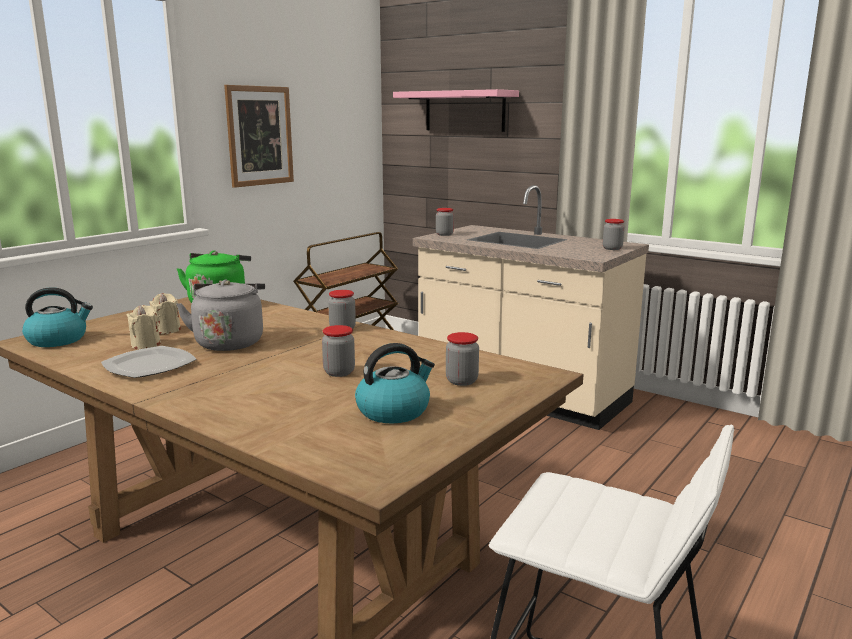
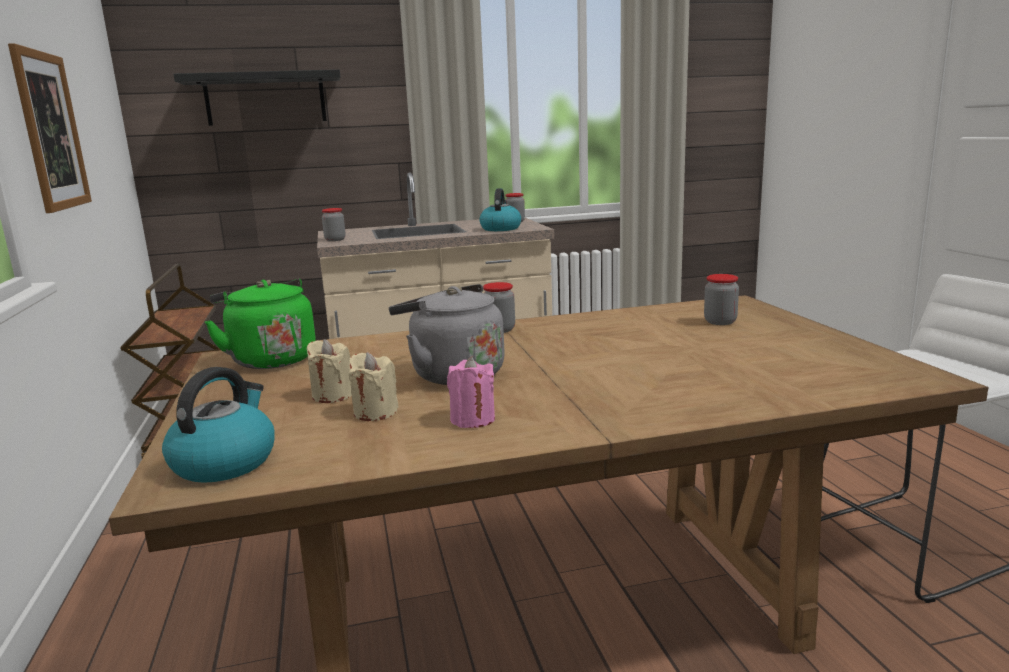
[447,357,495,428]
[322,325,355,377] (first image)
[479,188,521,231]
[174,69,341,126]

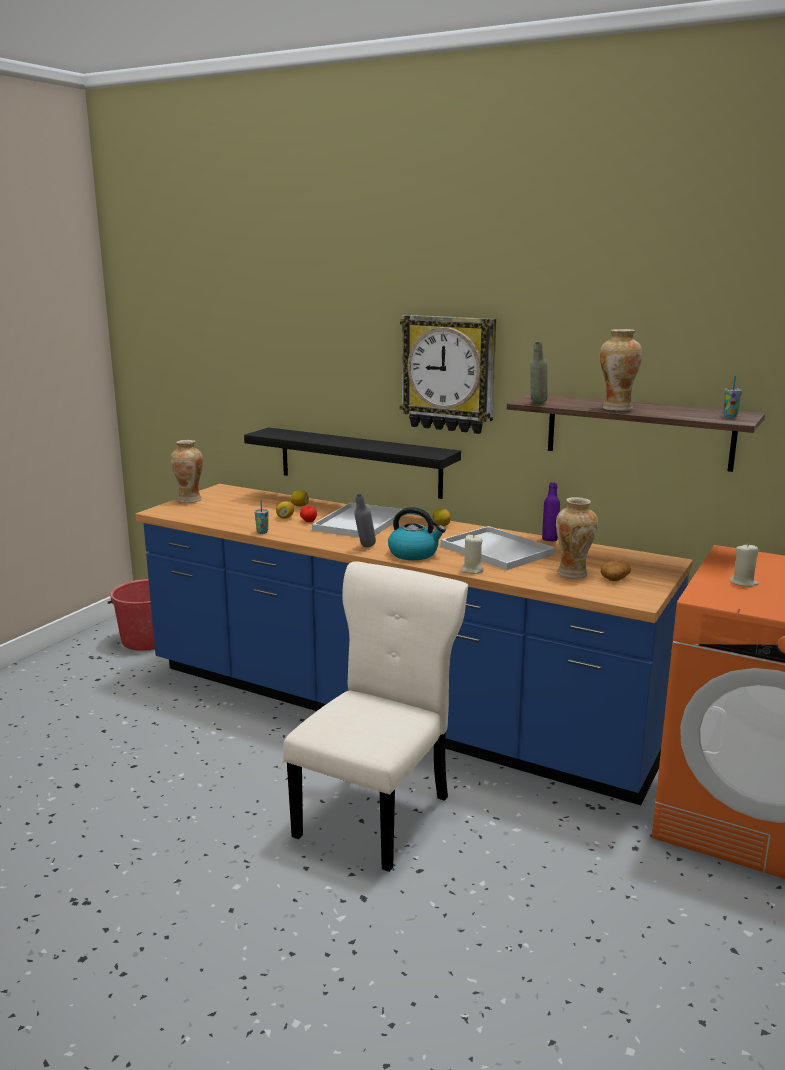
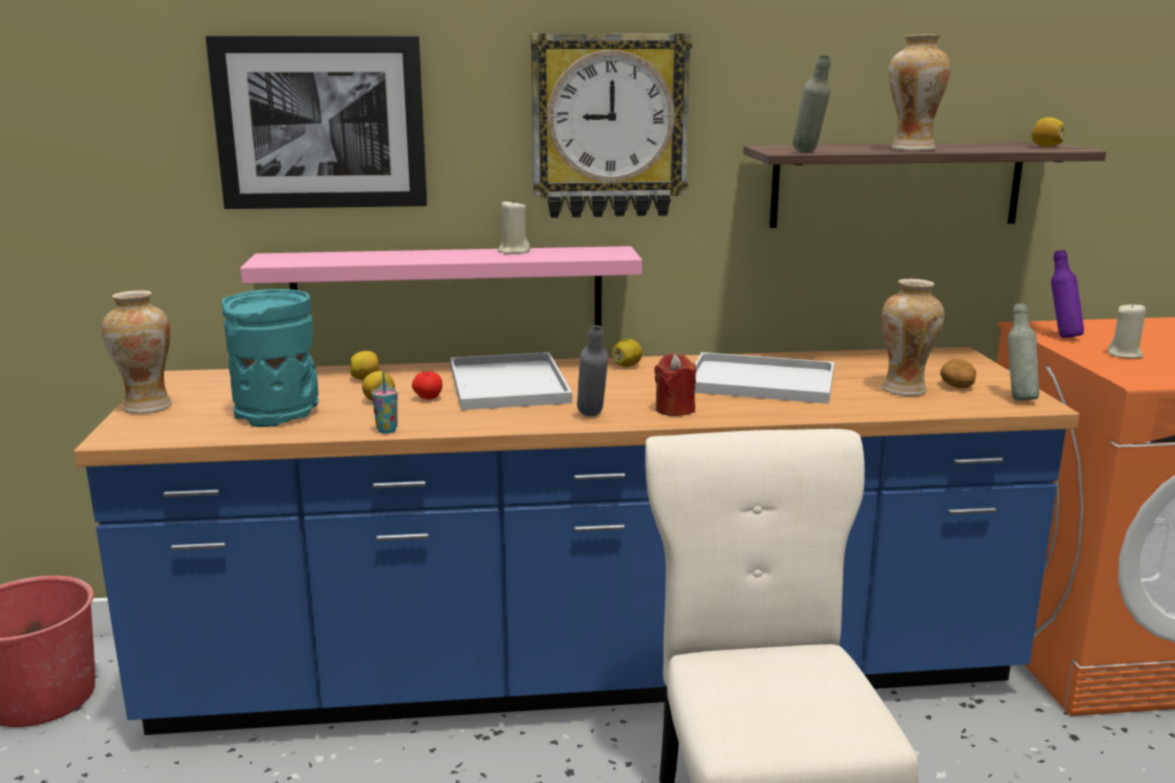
[240,246,642,326]
[654,353,696,416]
[498,199,530,255]
[1051,250,1084,338]
[1032,117,1066,147]
[205,36,427,209]
[222,289,319,427]
[1008,304,1039,400]

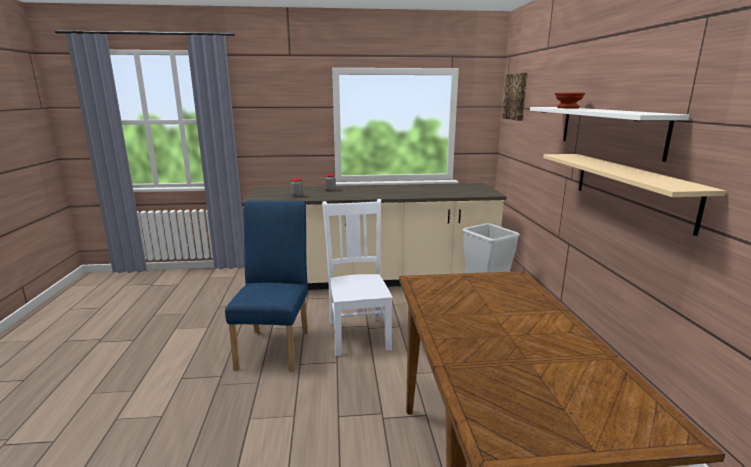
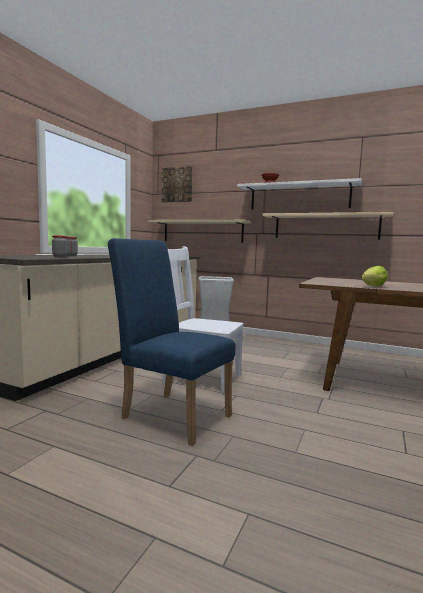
[148,220,252,243]
[361,266,388,286]

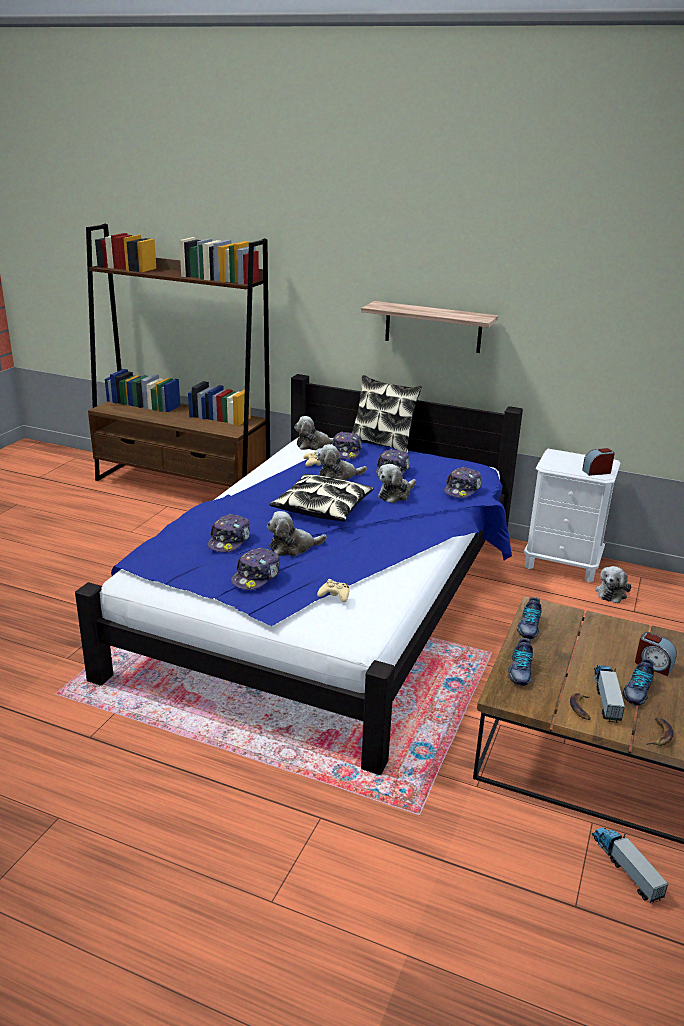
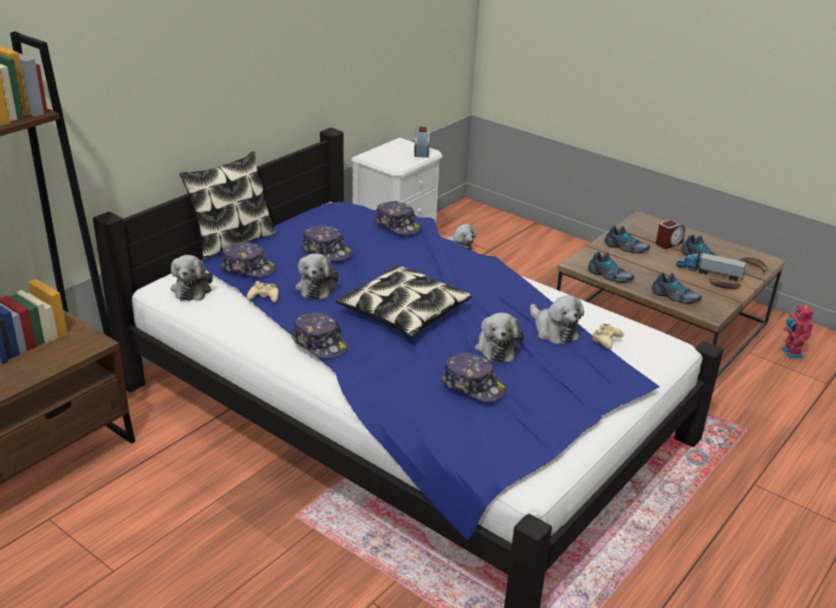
[291,312,348,359]
[361,301,498,353] (first image)
[530,295,584,344]
[782,303,814,358]
[604,225,650,254]

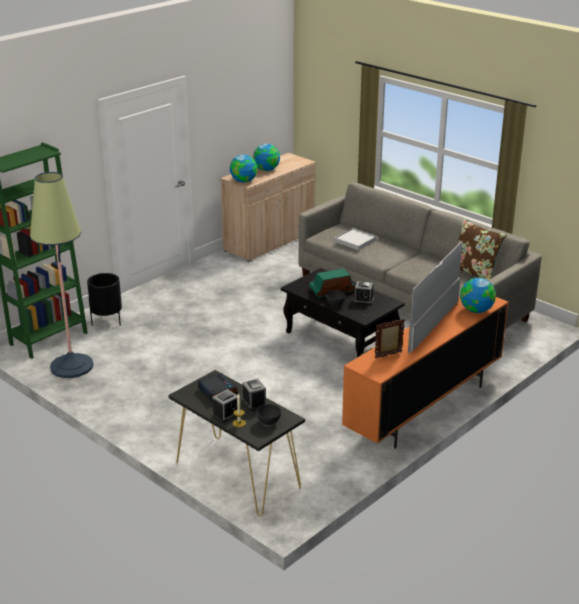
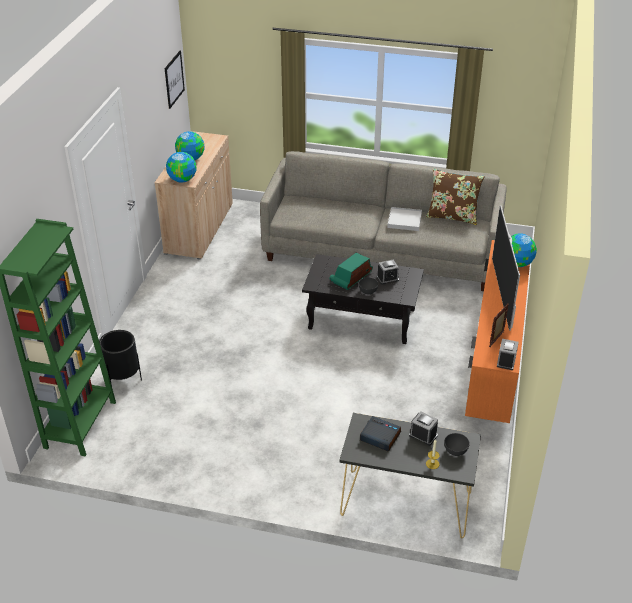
[30,172,94,378] (first image)
[497,339,519,370]
[387,207,422,231]
[165,50,185,109]

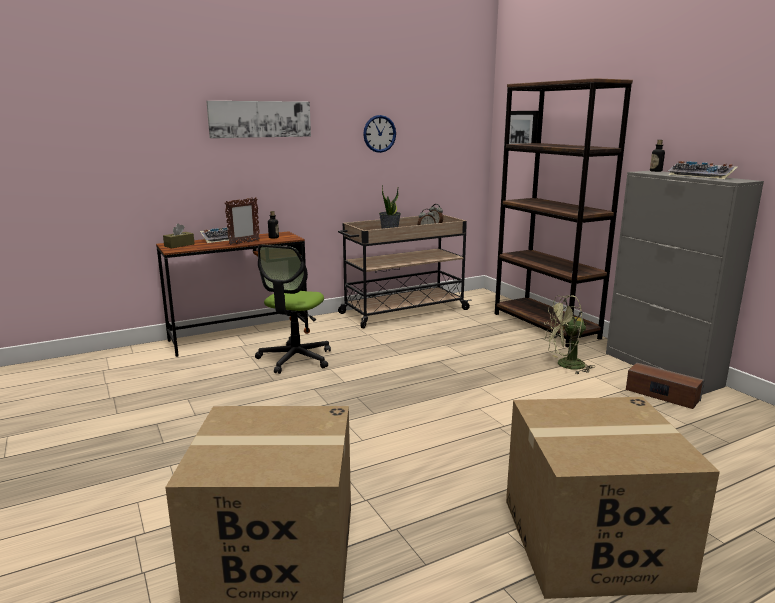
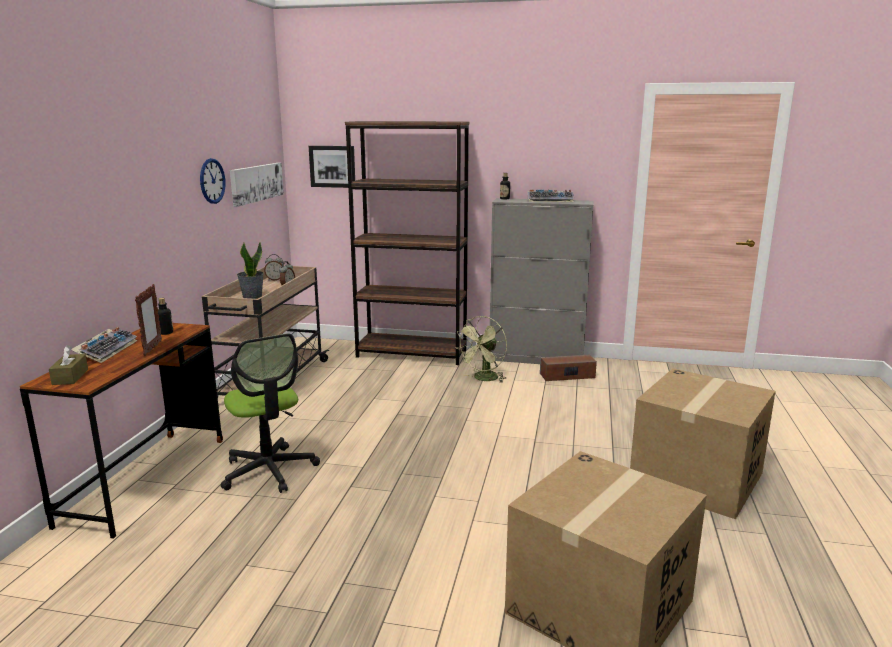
[230,163,284,207]

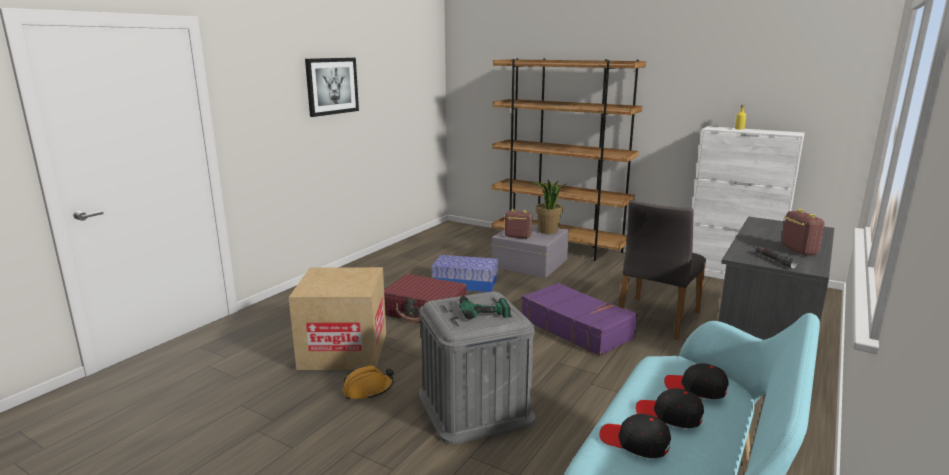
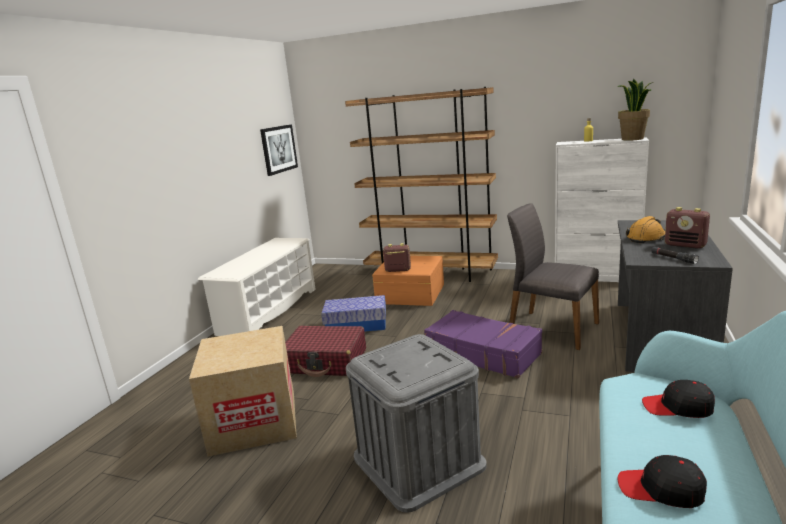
[260,124,298,176]
[626,216,665,243]
[459,294,511,320] (first image)
[372,256,444,306]
[617,79,653,141]
[507,203,599,350]
[636,388,704,428] (first image)
[665,207,710,249]
[198,238,316,336]

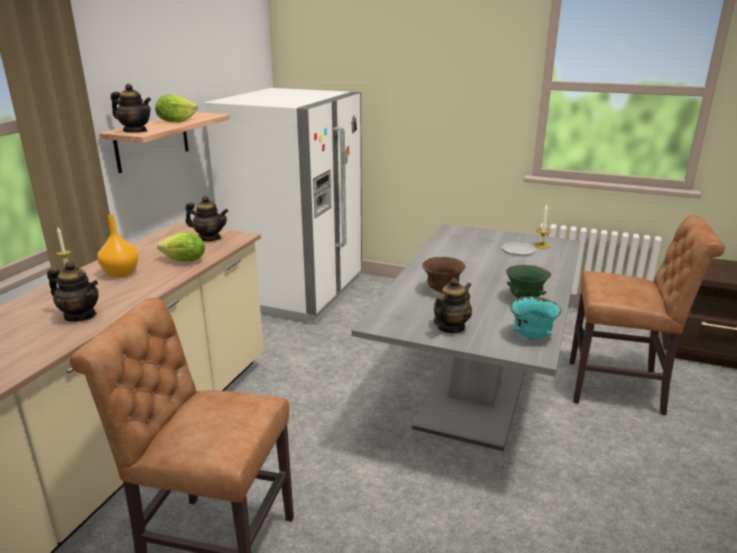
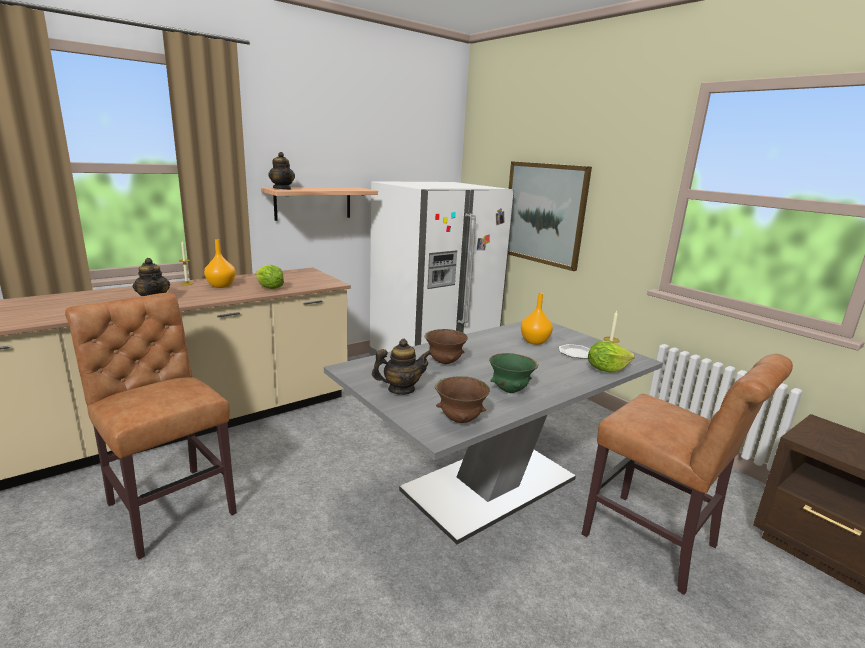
[588,341,635,373]
[186,196,229,241] (first image)
[435,376,490,423]
[508,161,592,271]
[521,293,553,345]

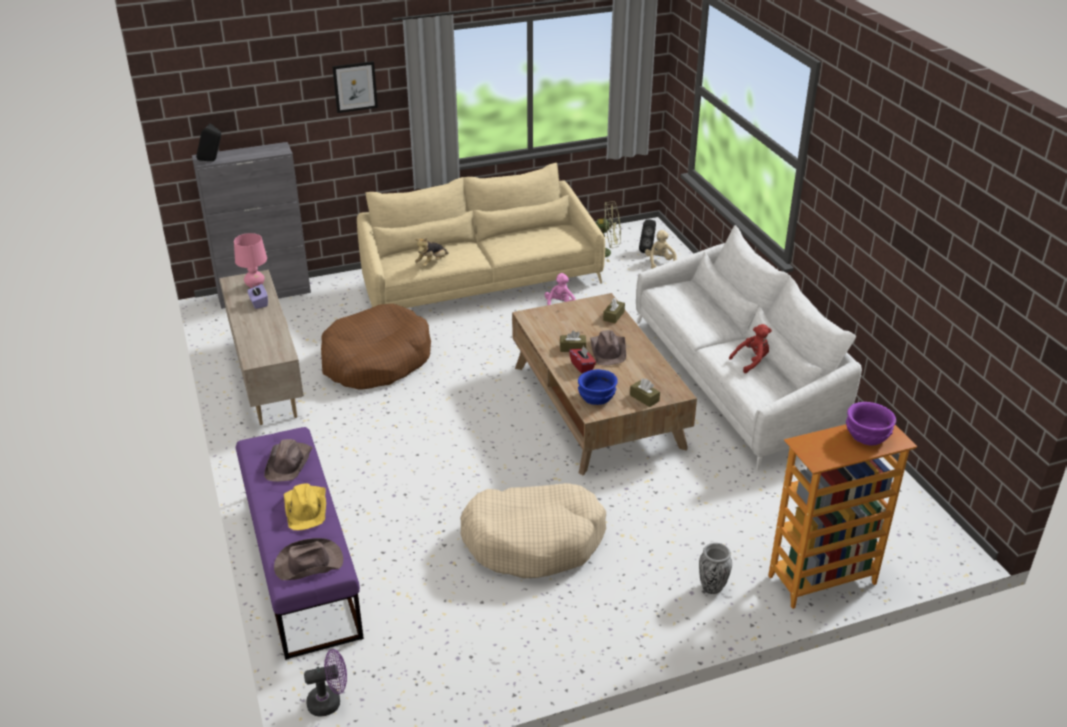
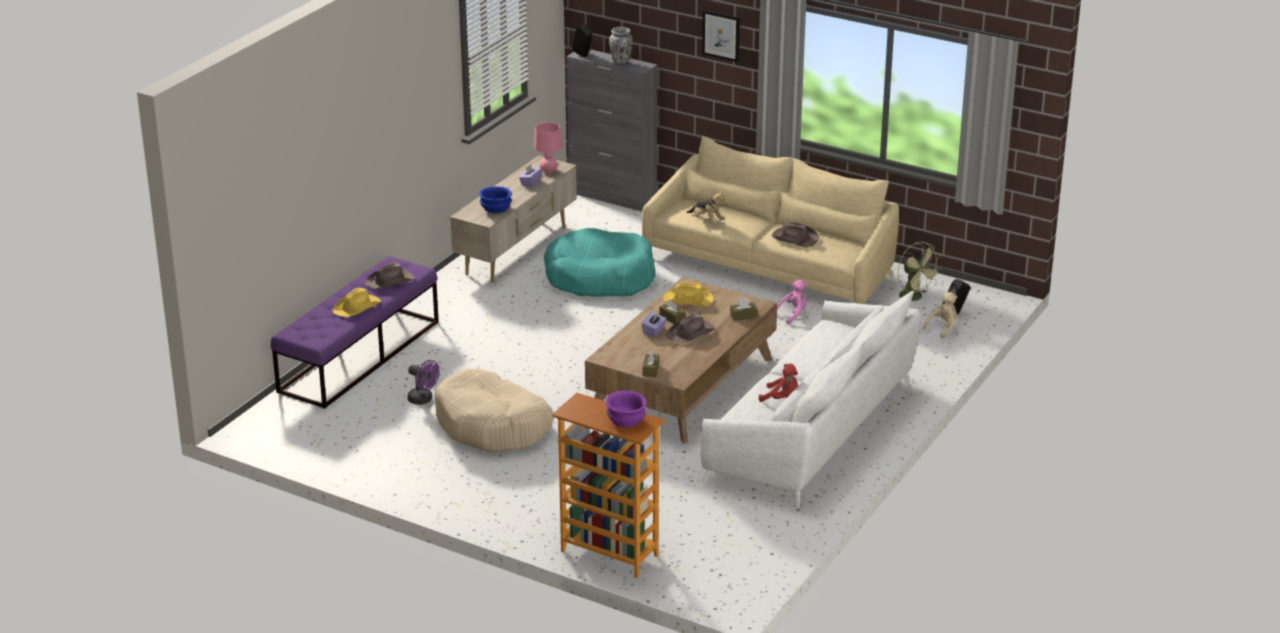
[772,221,819,248]
[407,360,440,405]
[544,228,655,297]
[686,190,728,223]
[642,312,666,337]
[479,186,512,213]
[609,27,633,66]
[663,283,714,306]

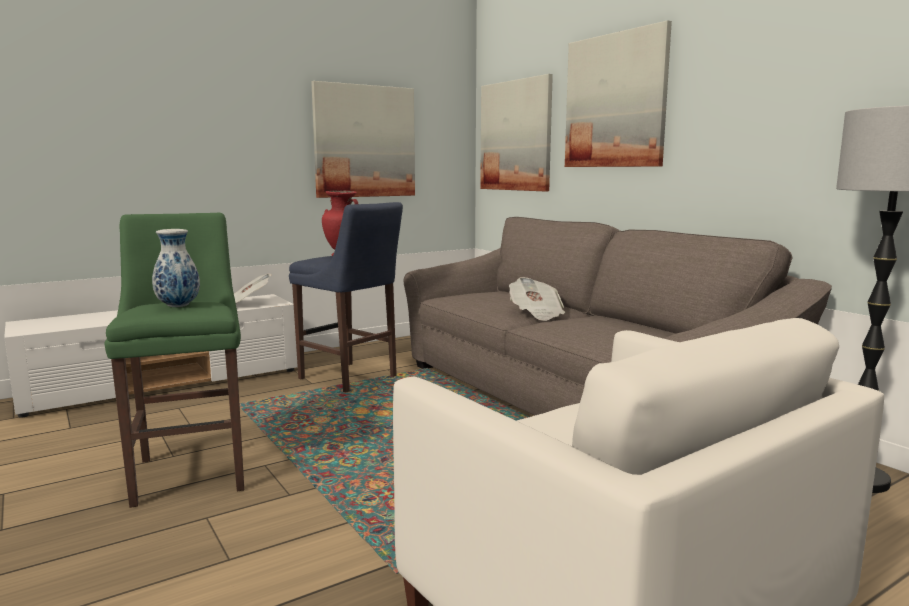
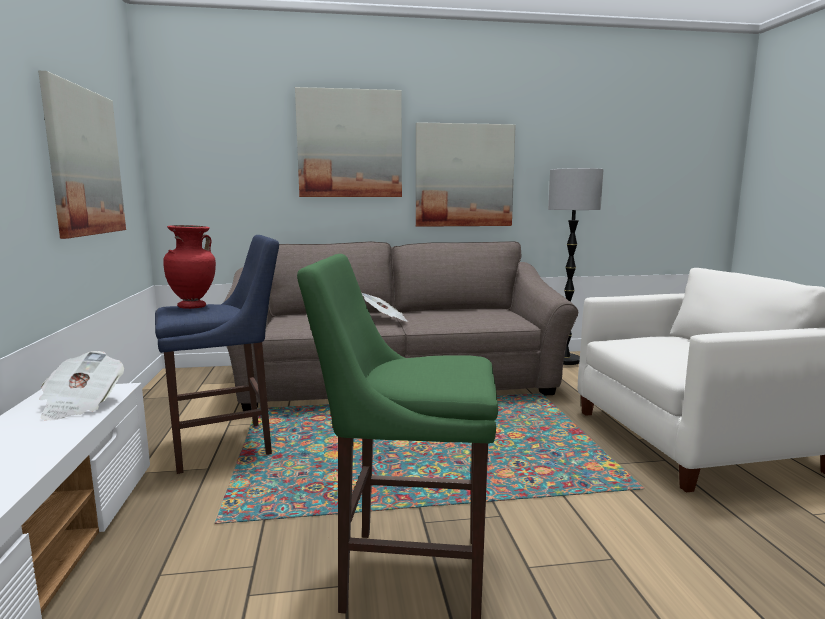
[152,229,200,307] (first image)
[416,122,516,227]

